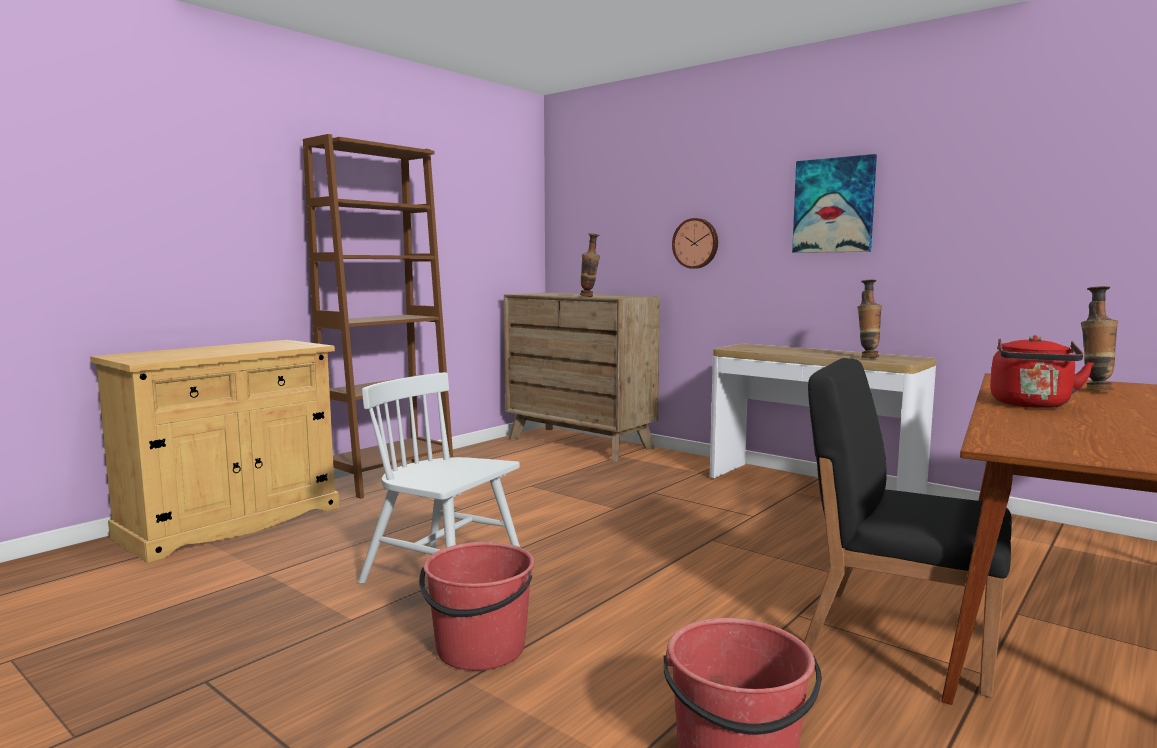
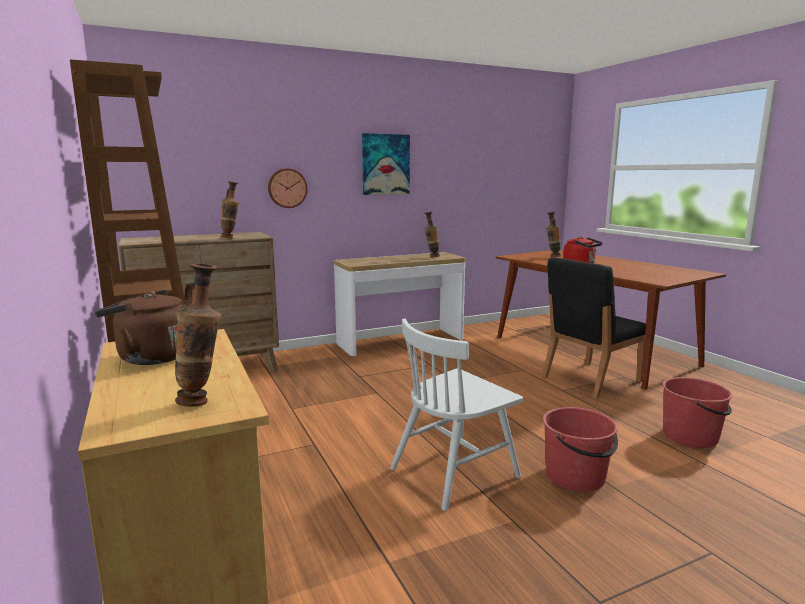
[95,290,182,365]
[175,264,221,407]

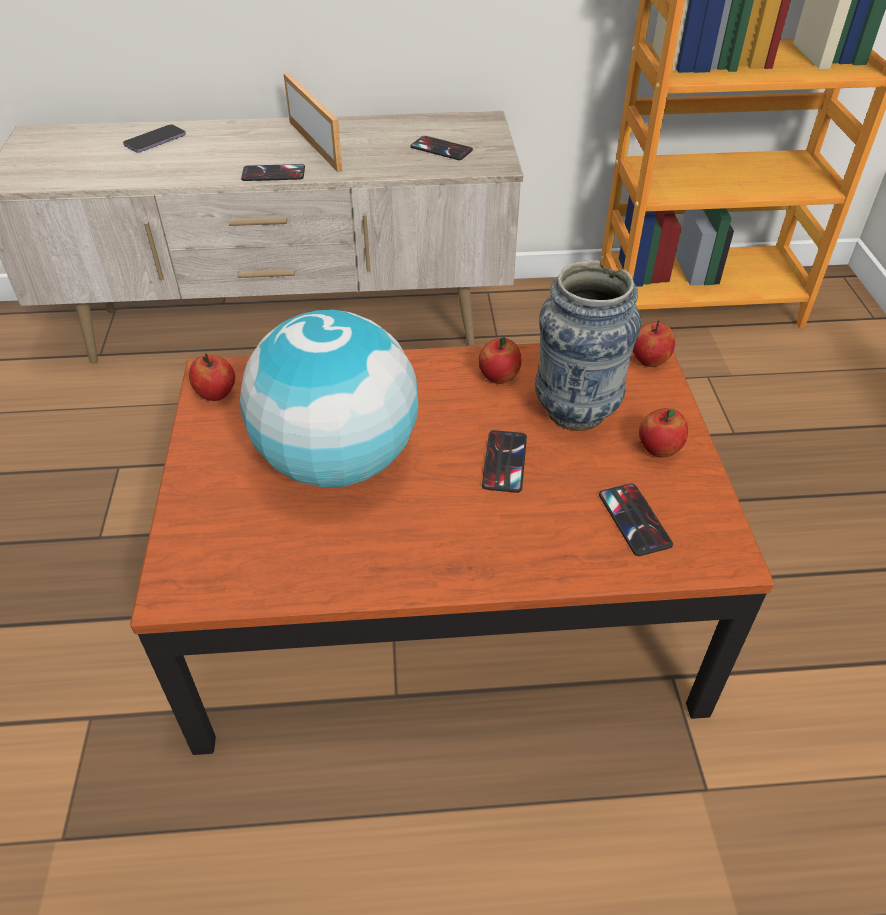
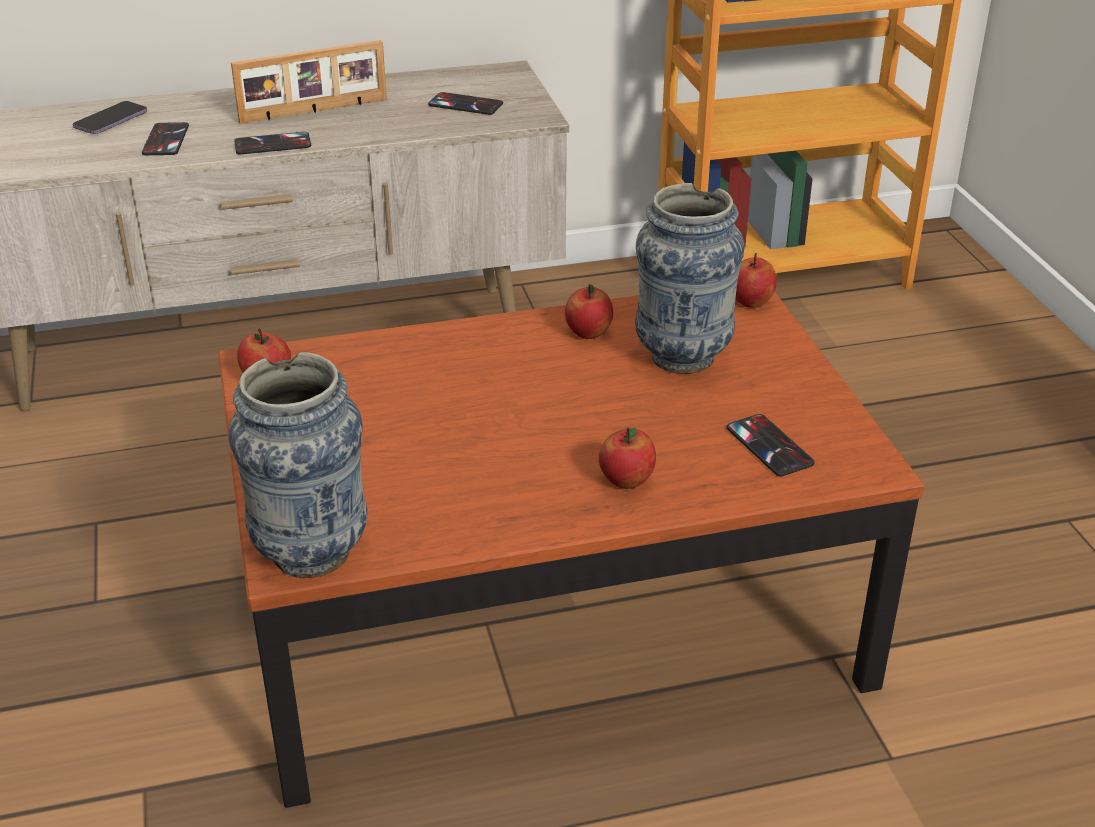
[240,310,418,488] (first image)
[231,40,387,124]
[142,122,189,155]
[599,428,656,489]
[228,352,367,578]

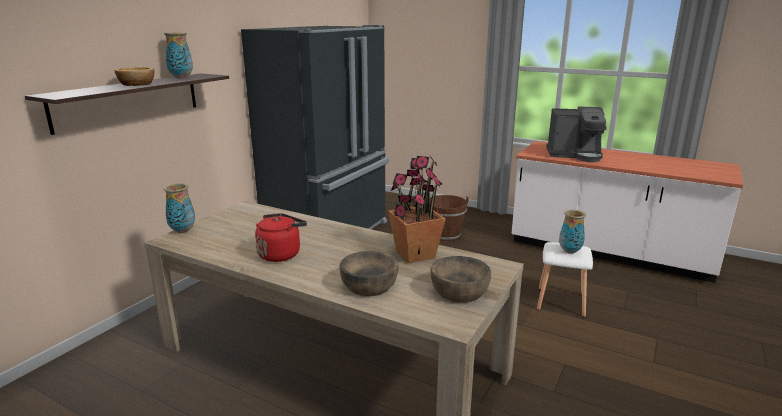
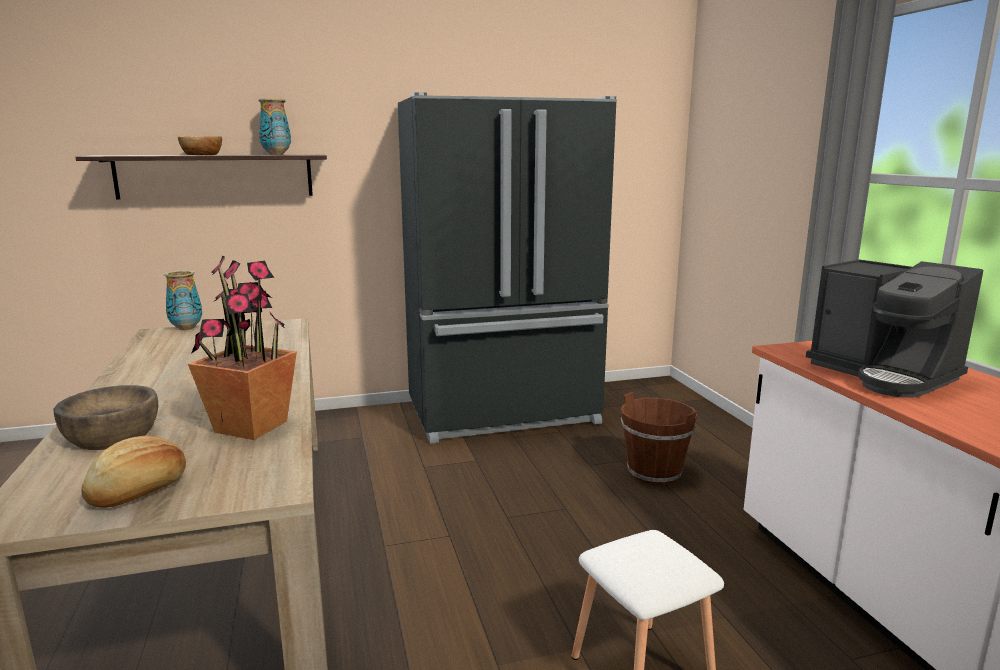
[255,213,307,262] (first image)
[81,435,186,508]
[559,210,586,254] (first image)

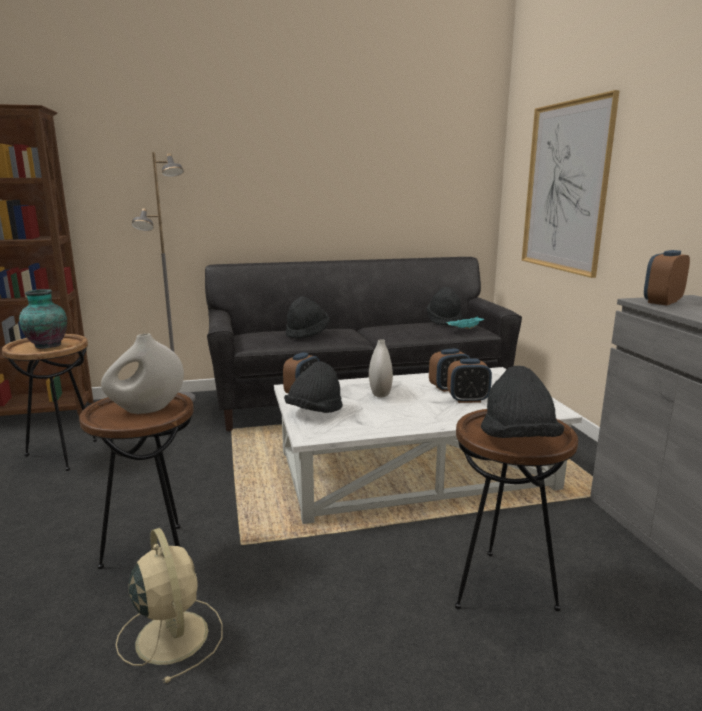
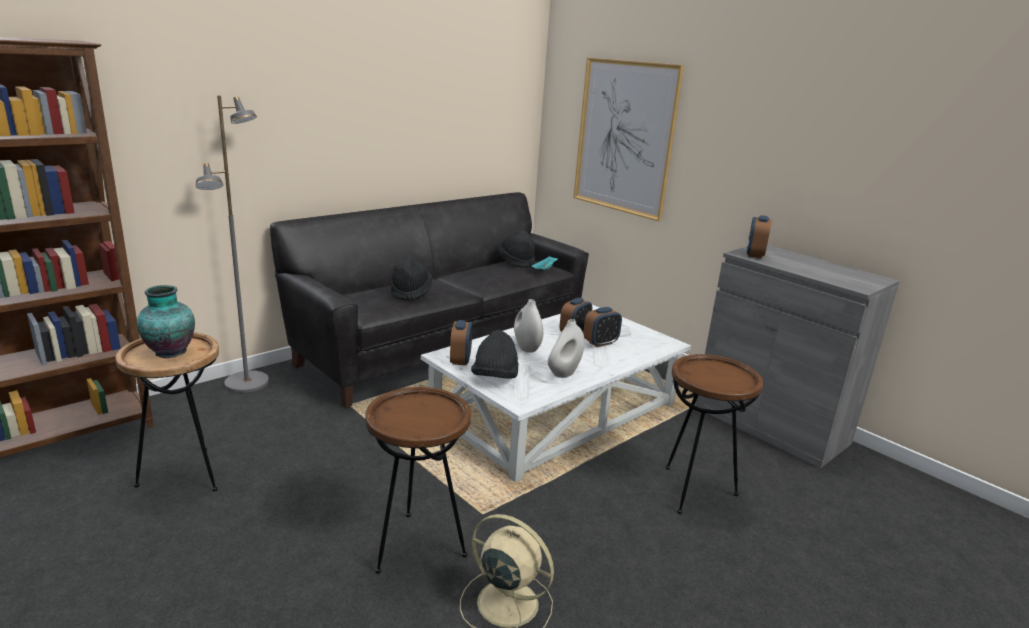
[548,319,585,378]
[481,366,564,438] (first image)

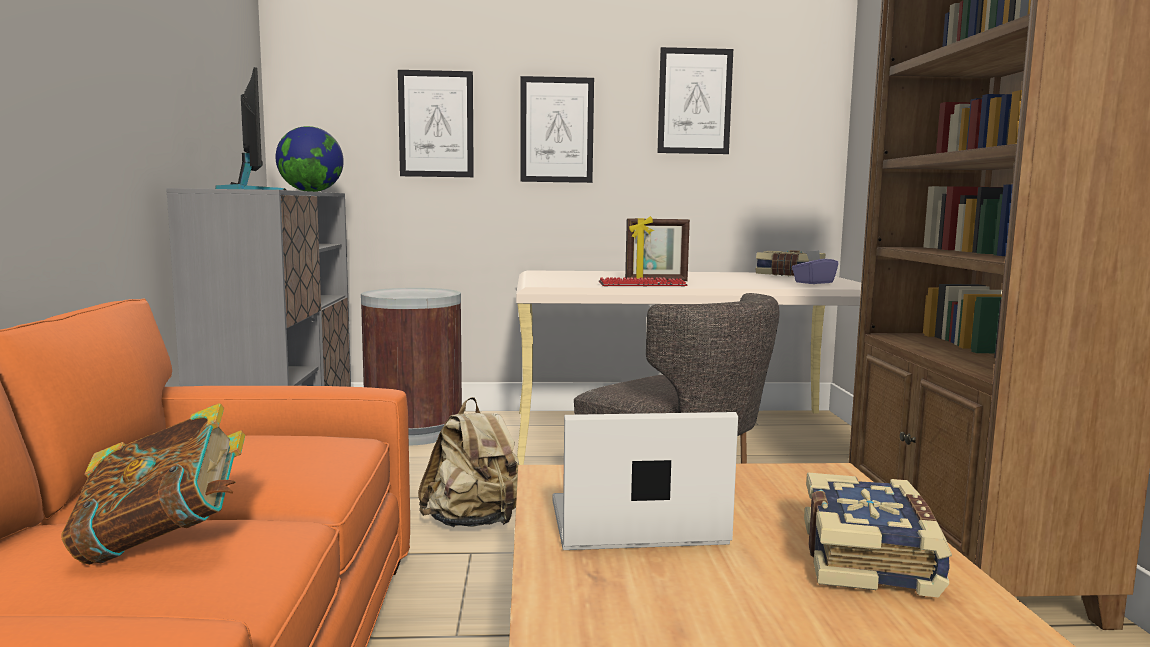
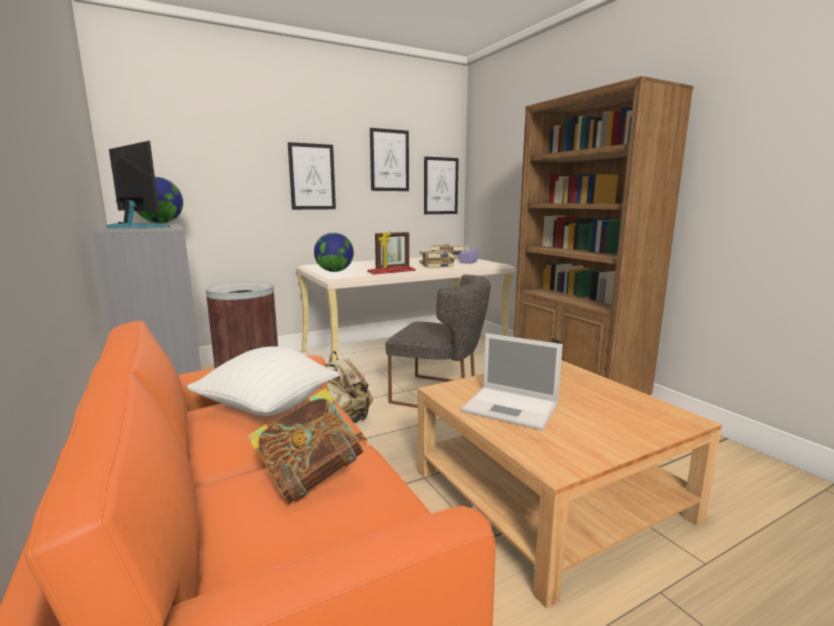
[424,156,459,214]
[461,333,563,431]
[420,250,454,268]
[187,346,340,416]
[314,232,354,272]

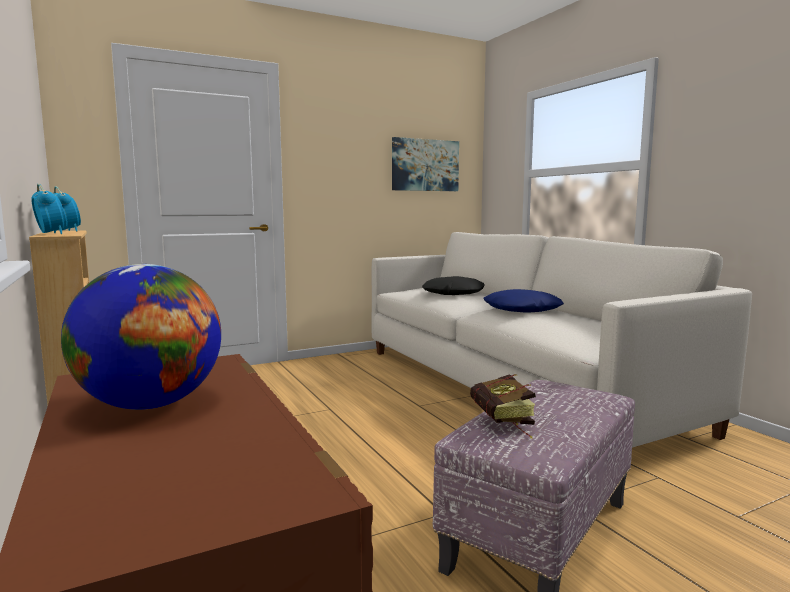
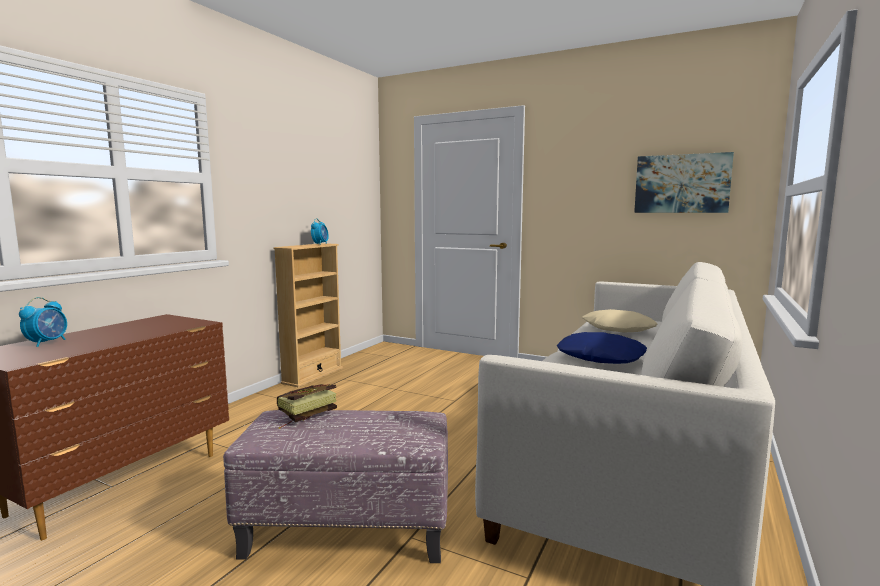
[19,297,67,347]
[61,264,221,410] (first image)
[582,309,657,332]

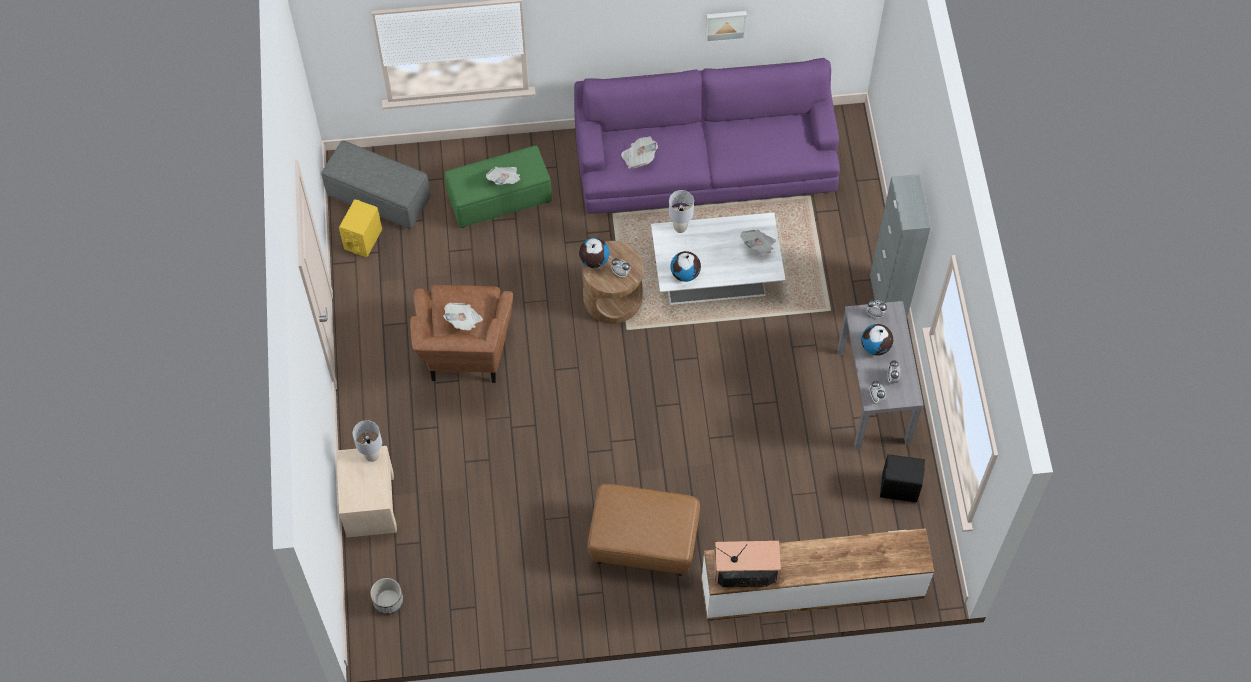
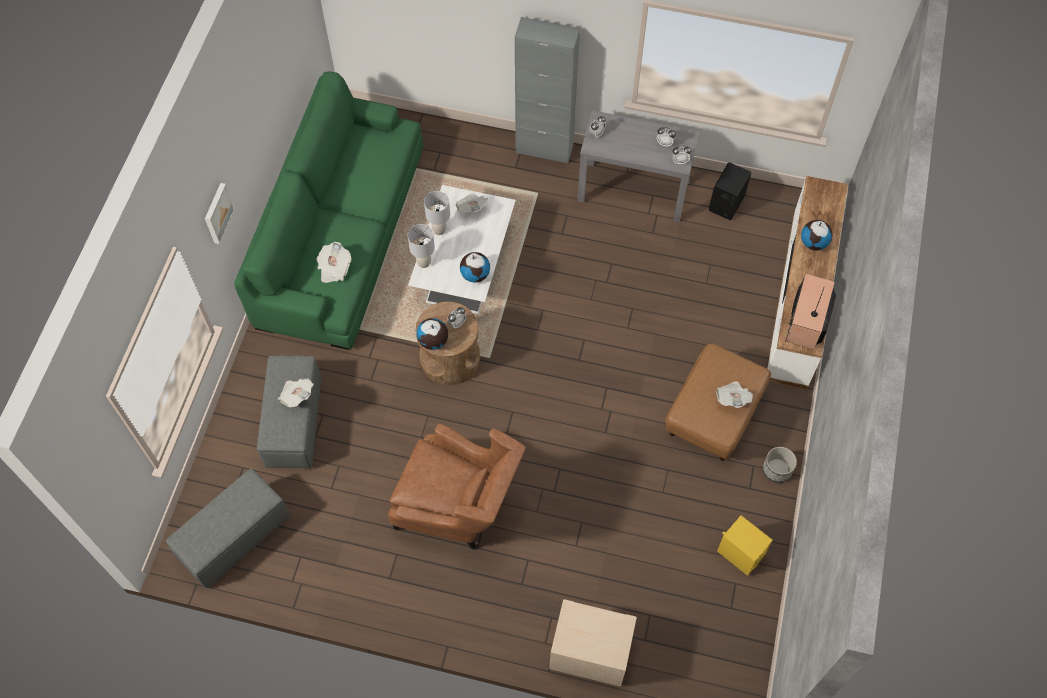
[717,515,773,576]
[424,191,450,235]
[763,447,797,483]
[716,381,753,408]
[257,355,321,468]
[234,72,423,350]
[205,183,235,244]
[801,220,832,250]

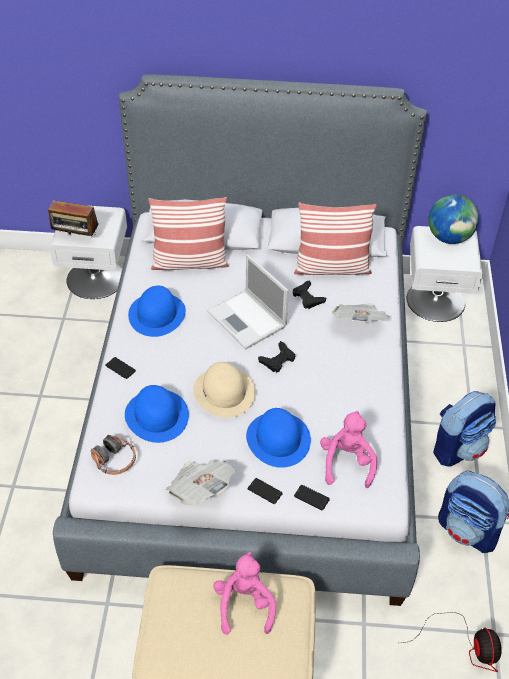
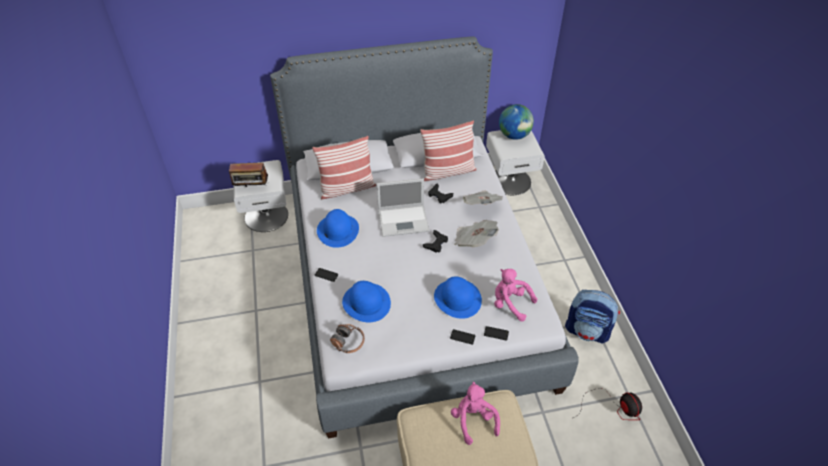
[454,220,499,247]
[193,362,255,418] (first image)
[377,178,430,237]
[494,269,537,321]
[433,391,496,467] (first image)

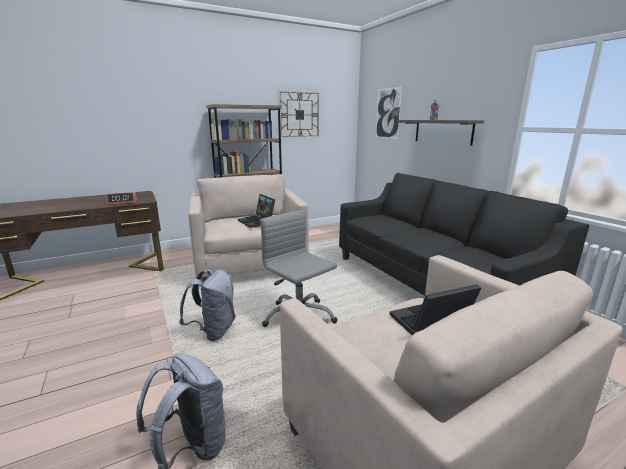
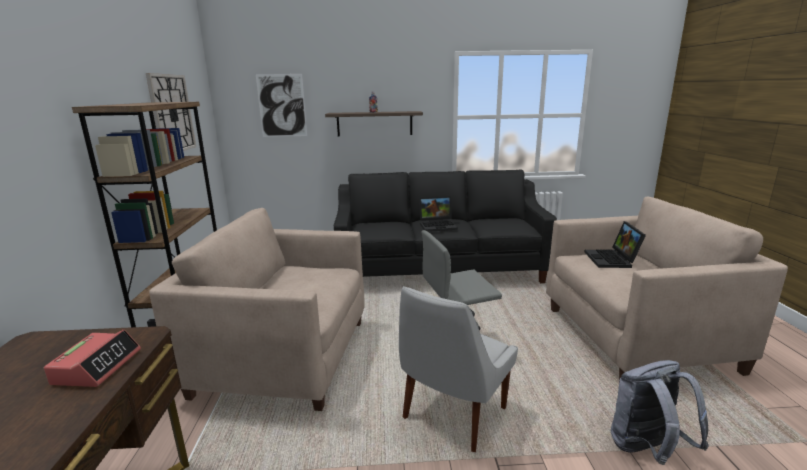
[399,286,518,452]
[419,196,458,232]

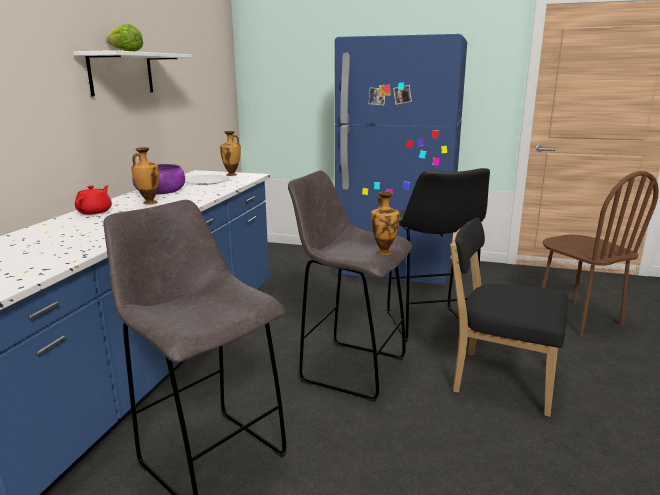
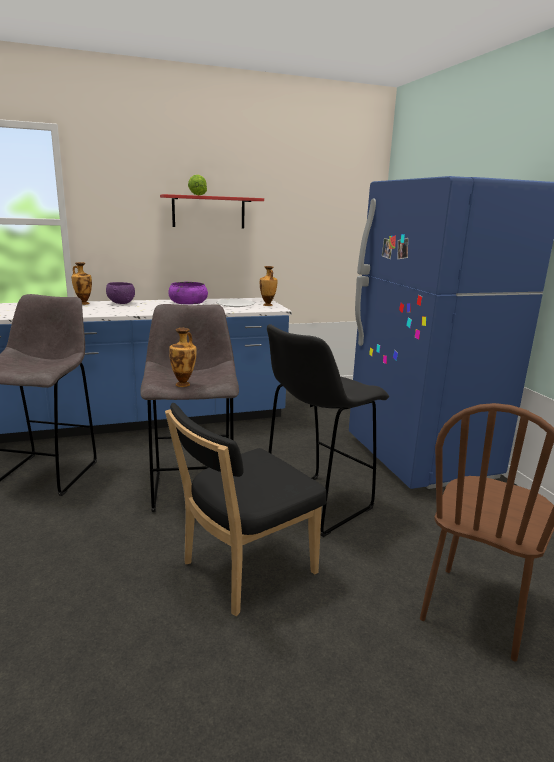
[160,194,264,228]
[106,282,135,304]
[71,262,92,305]
[165,403,326,616]

